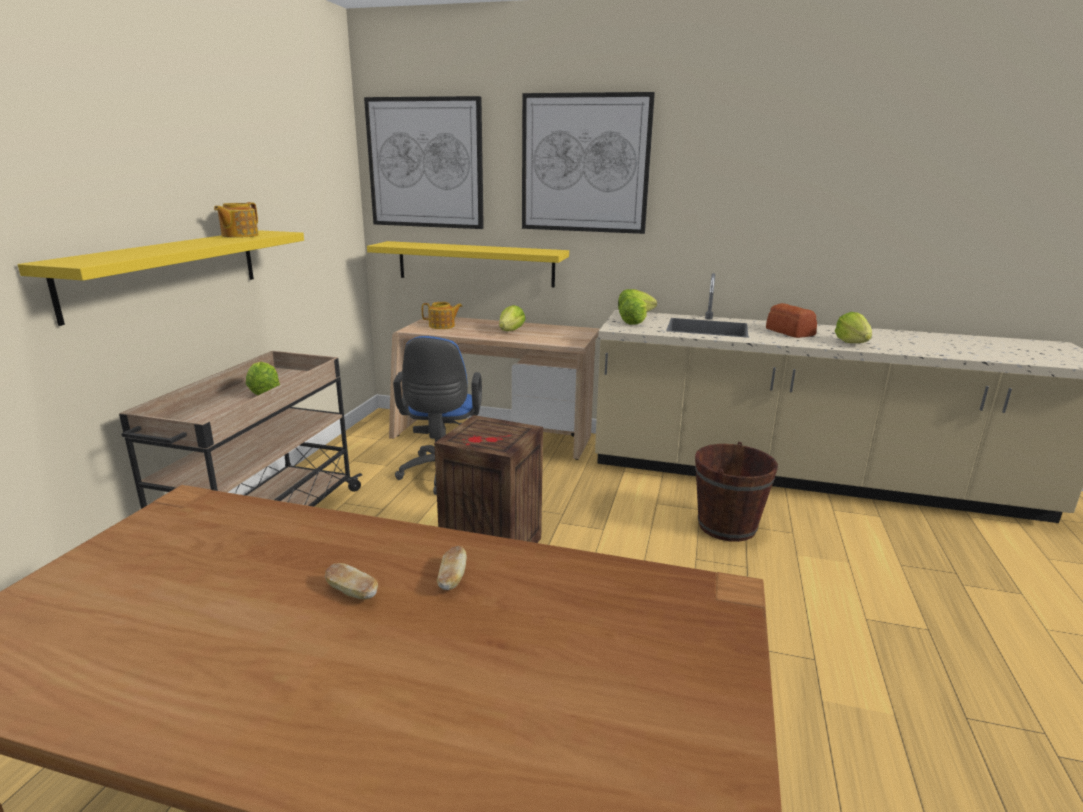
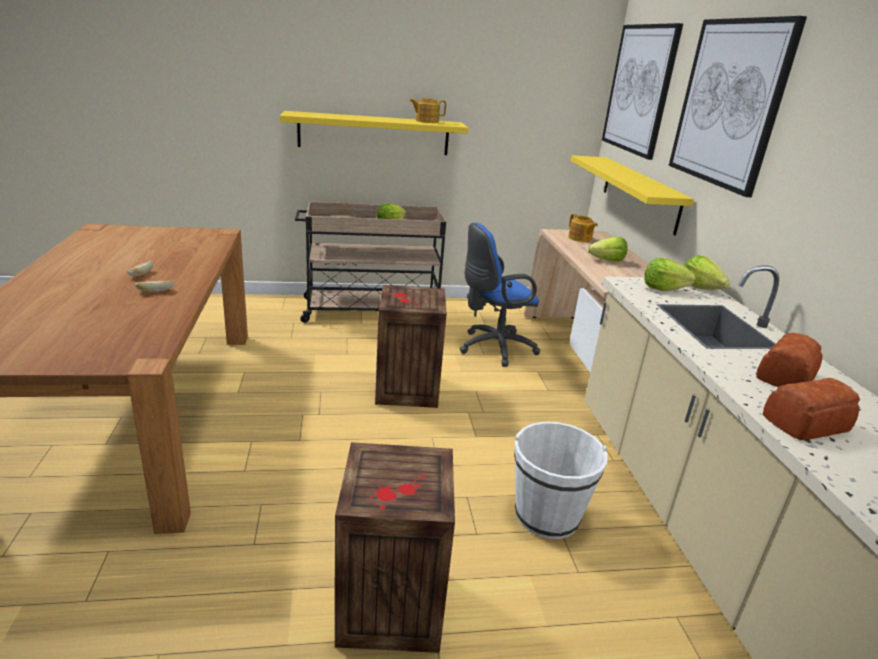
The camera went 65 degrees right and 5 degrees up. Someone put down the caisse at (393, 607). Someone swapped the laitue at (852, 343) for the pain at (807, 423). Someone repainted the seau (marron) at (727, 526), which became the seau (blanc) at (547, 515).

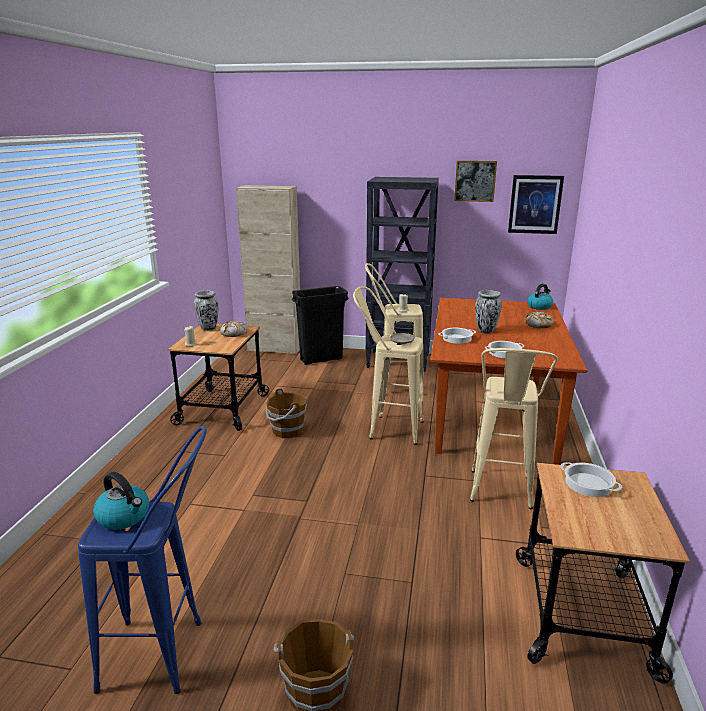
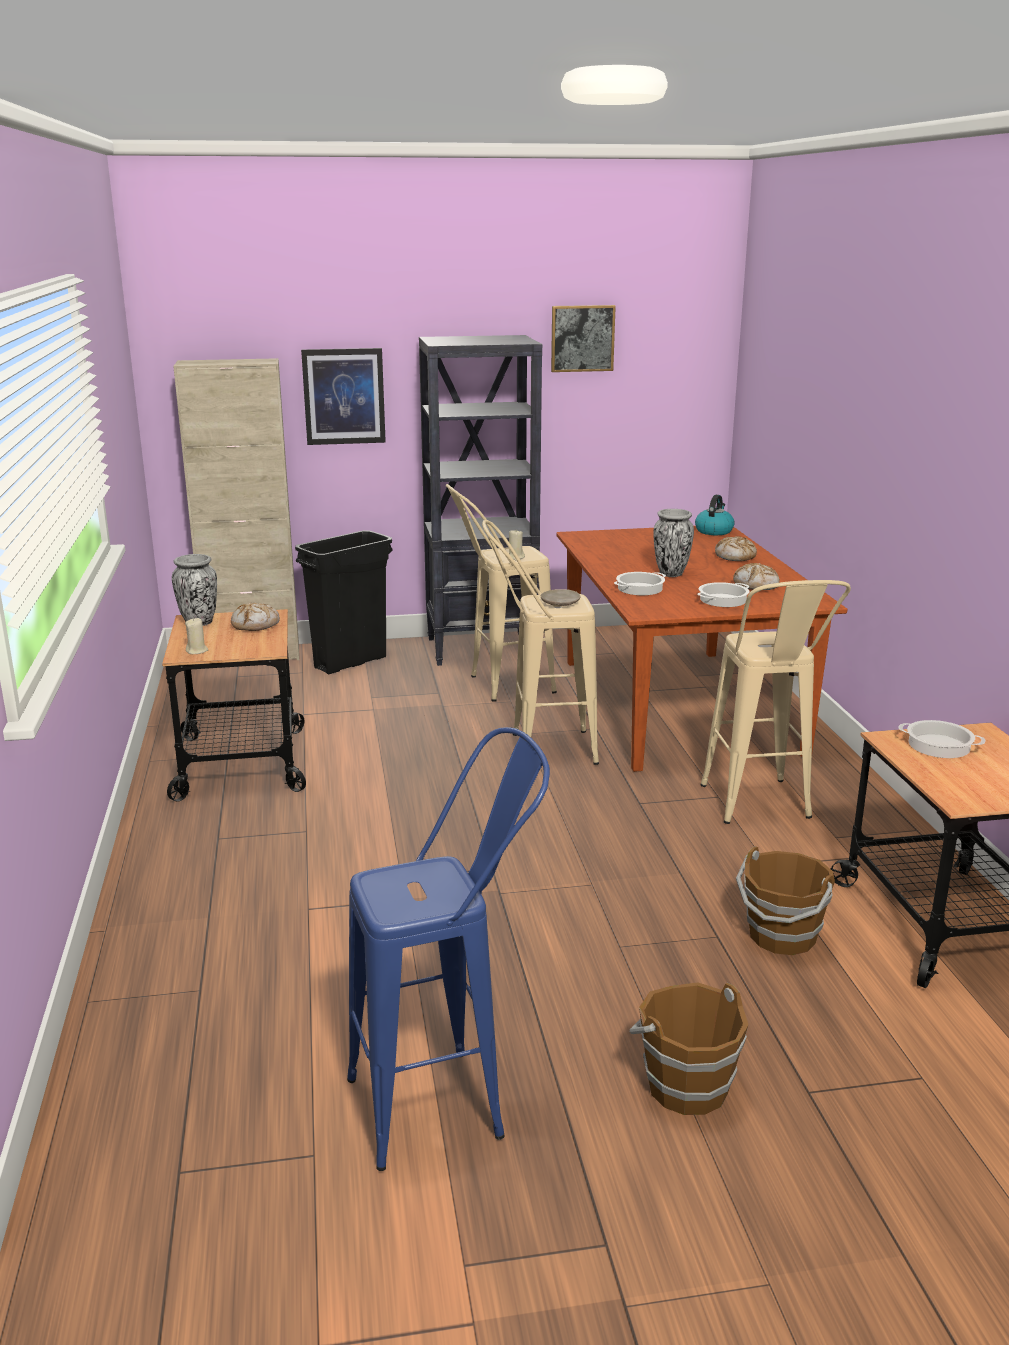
The camera went 20 degrees left and 0 degrees up. Someone took away the bouilloire at (124, 517). Someone put down the pain at (756, 585). Someone carried the seau (marron) from (287, 431) to (781, 937). Someone carried the tableau from (535, 204) to (344, 396).

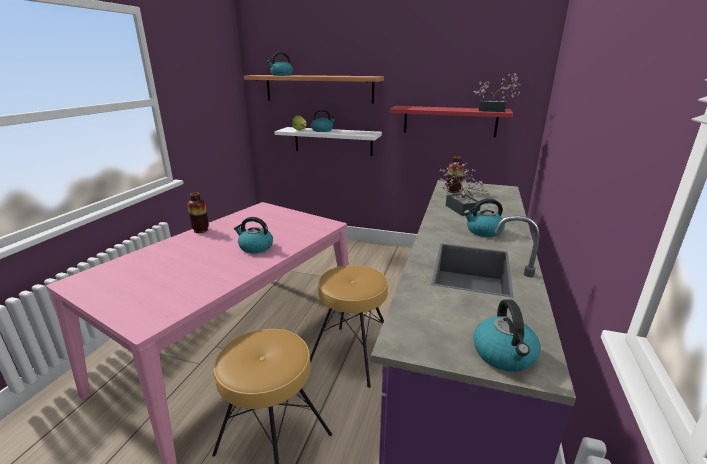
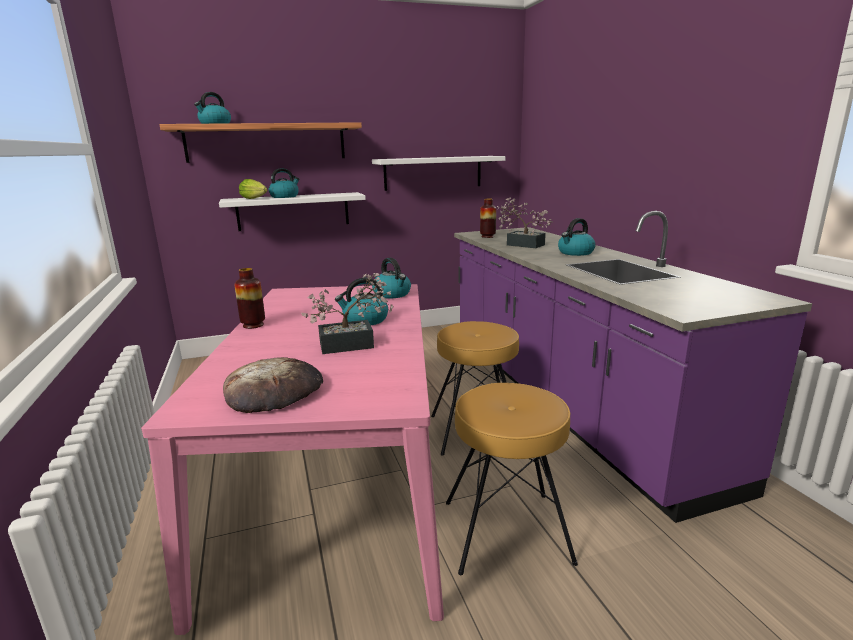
The camera went 35 degrees left and 5 degrees down. Someone put down the pain at (274, 391). Someone carried the bouilloire from (504, 355) to (392, 294). Someone carried the plante en pot from (495, 110) to (353, 344). Someone repainted the étagère (rouge) at (449, 121), which became the étagère (blanc) at (433, 173).

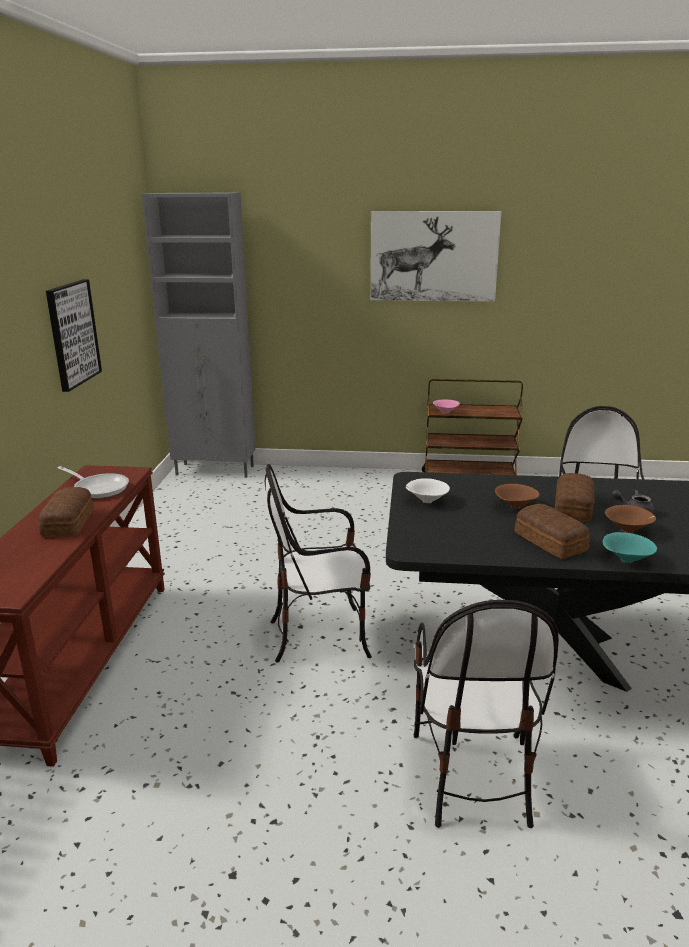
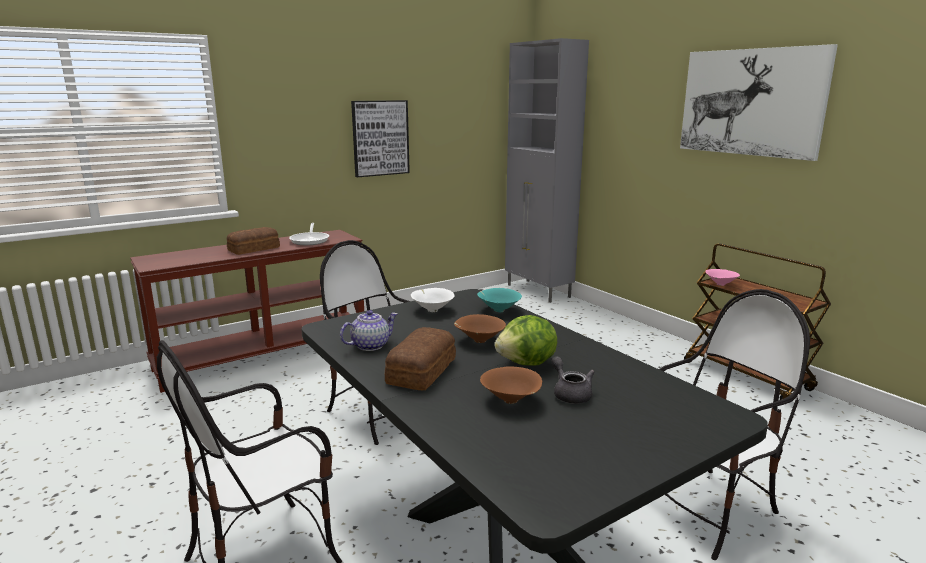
The camera went 50 degrees right and 5 degrees down. Someone put down the théière at (370, 345). Someone carried the bol (turquoise) from (625, 560) to (498, 310). Someone swapped the pain at (574, 507) for the laitue at (527, 363).

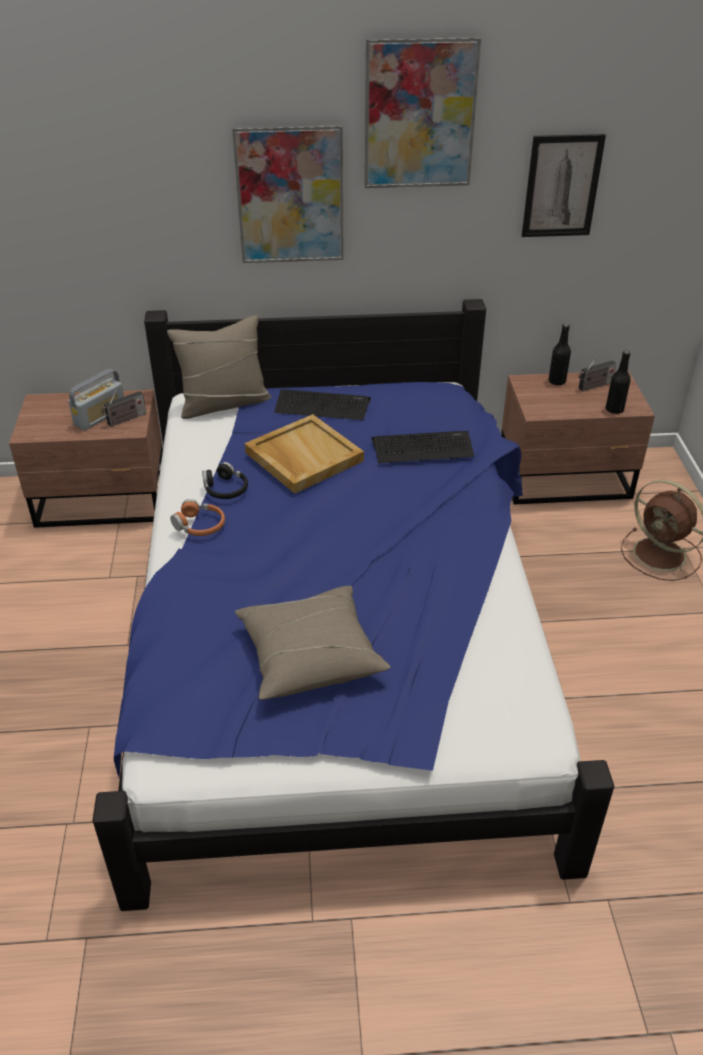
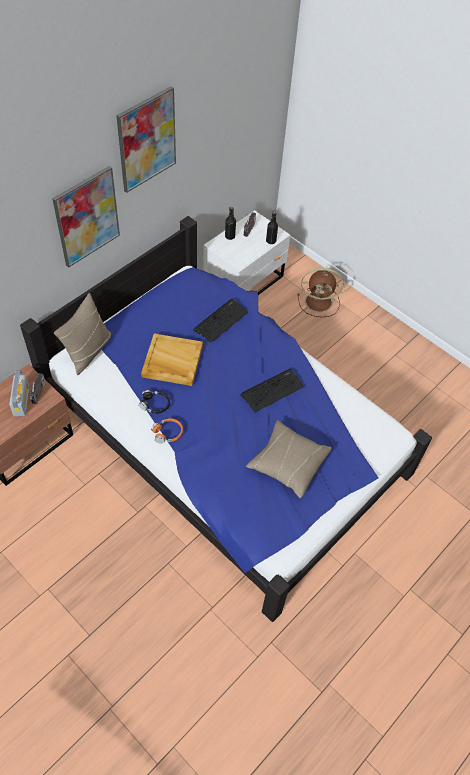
The camera went 45 degrees left and 15 degrees up. Someone took away the tableau at (562, 186). Someone carried the clavier from (322, 406) to (272, 390). Someone repainted the table de chevet (marron) at (566, 479), which became the table de chevet (blanc) at (245, 282).

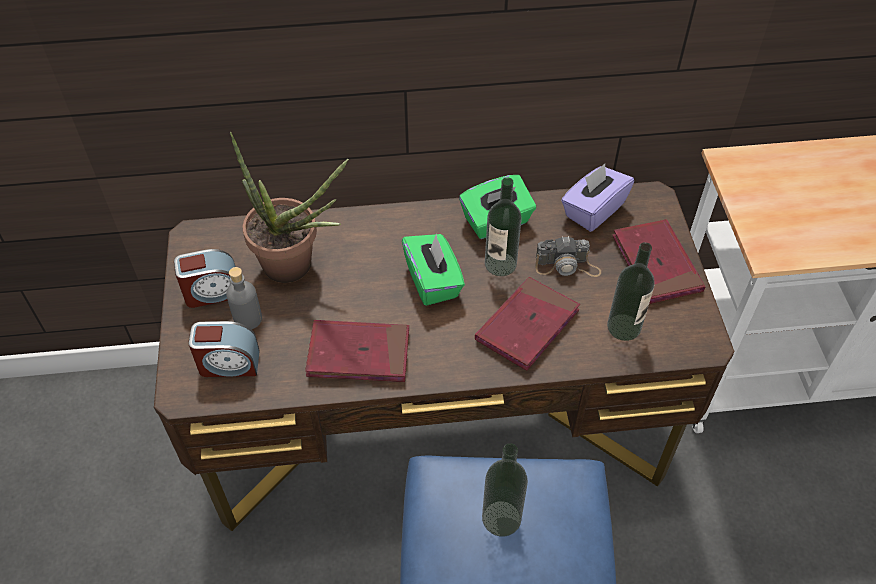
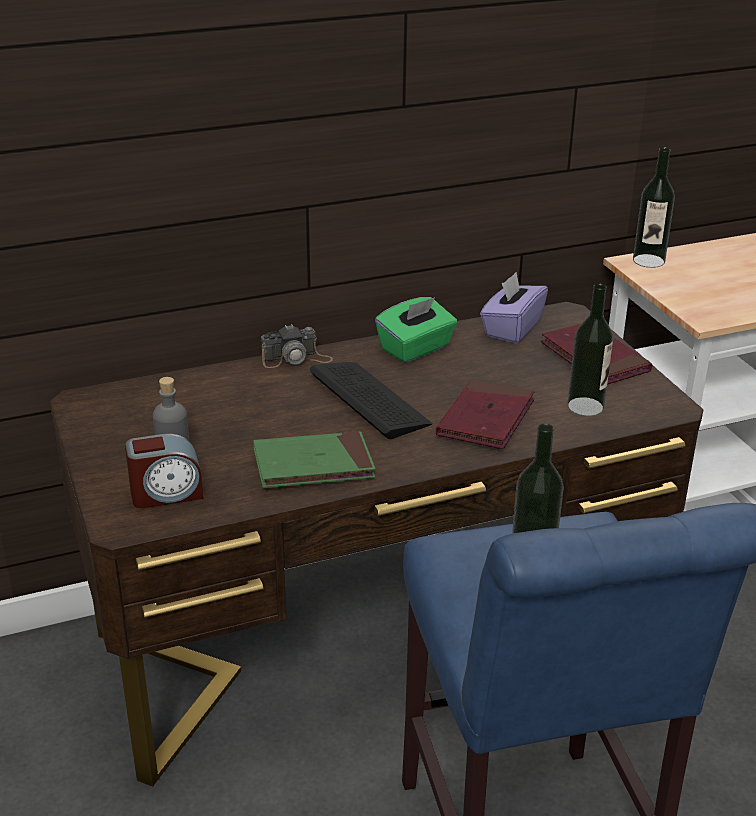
The camera went 15 degrees left and 20 degrees down. Someone took away the réveil at (212, 292). Someone took away the plante en pot at (297, 268). Someone carried the bouteille from (500, 264) to (648, 261). Someone carried the appareil photo from (567, 266) to (296, 359). Someone swapped the boîte à mouchoirs (vert) at (433, 281) for the clavier at (369, 400). Someone repainted the livre (rouge) at (359, 354), which became the livre (vert) at (313, 465).

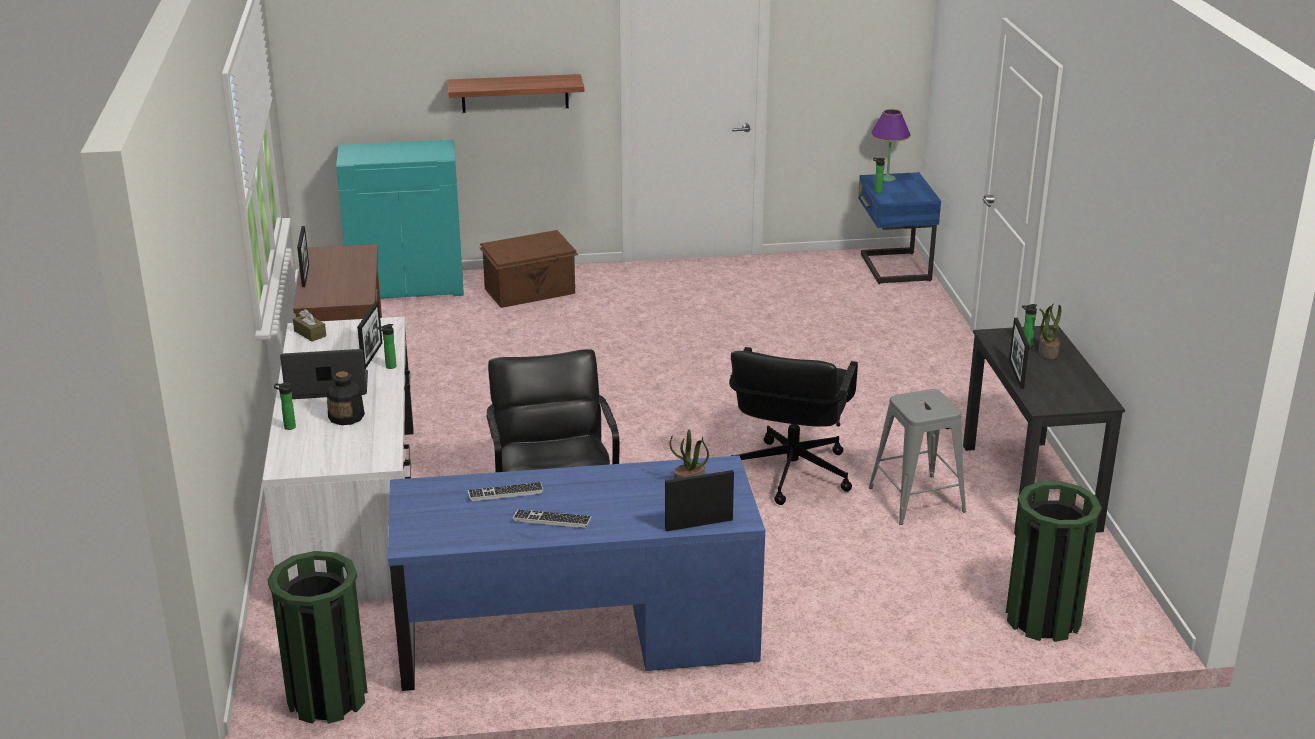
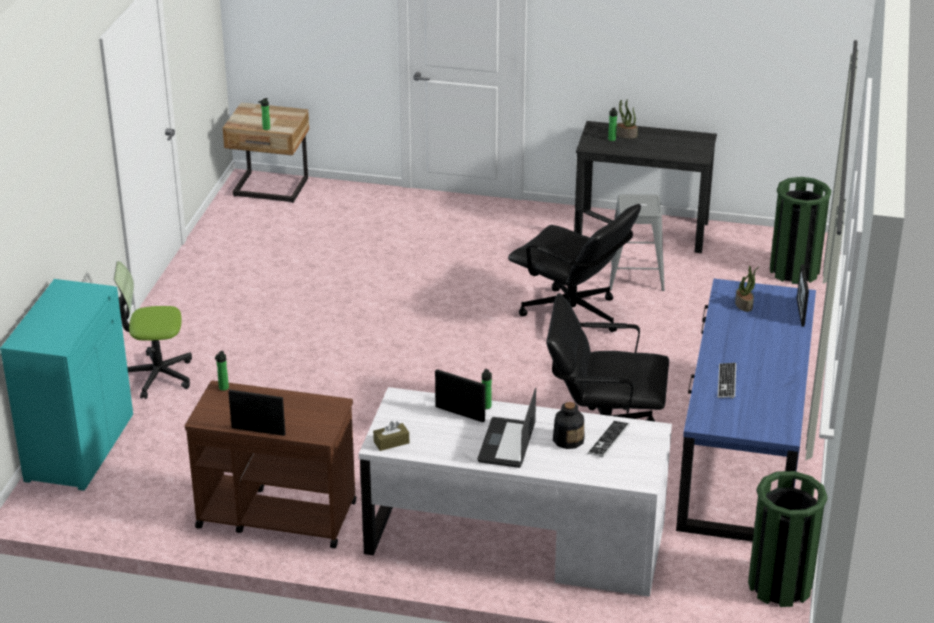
The camera went 70 degrees left and 5 degrees up. Someone took away the étagère at (515, 93). Someone took away the lampe de table (violet) at (887, 178). Someone took away the cadre photo at (1016, 374). Someone carried the bouteille from (288, 427) to (223, 389). Someone carried the clavier from (552, 520) to (608, 440). Someone swapped the boîte de rangement (marron) at (530, 291) for the chaise de bureau at (157, 375). Someone repainted the table de chevet (bleu) at (893, 269), which became the table de chevet (beige) at (270, 189).

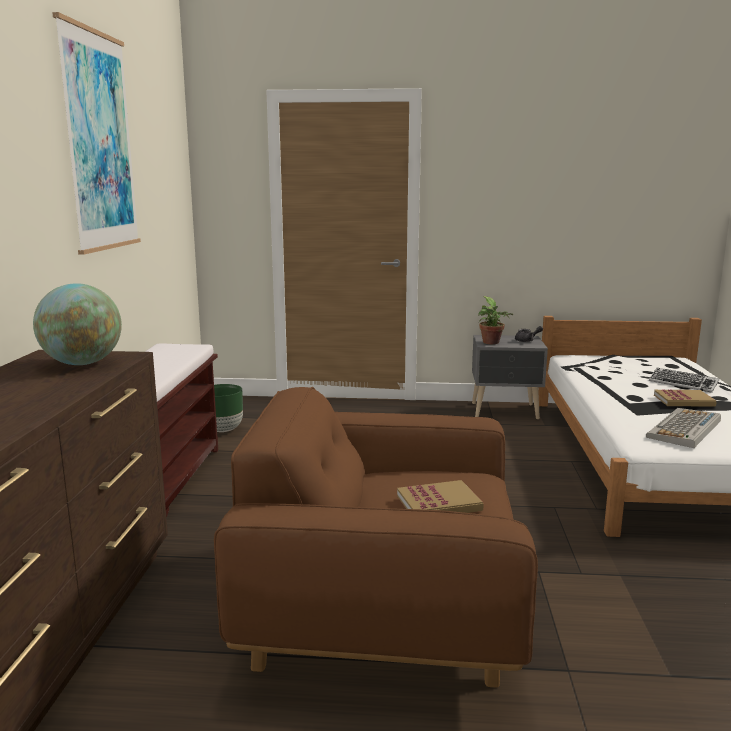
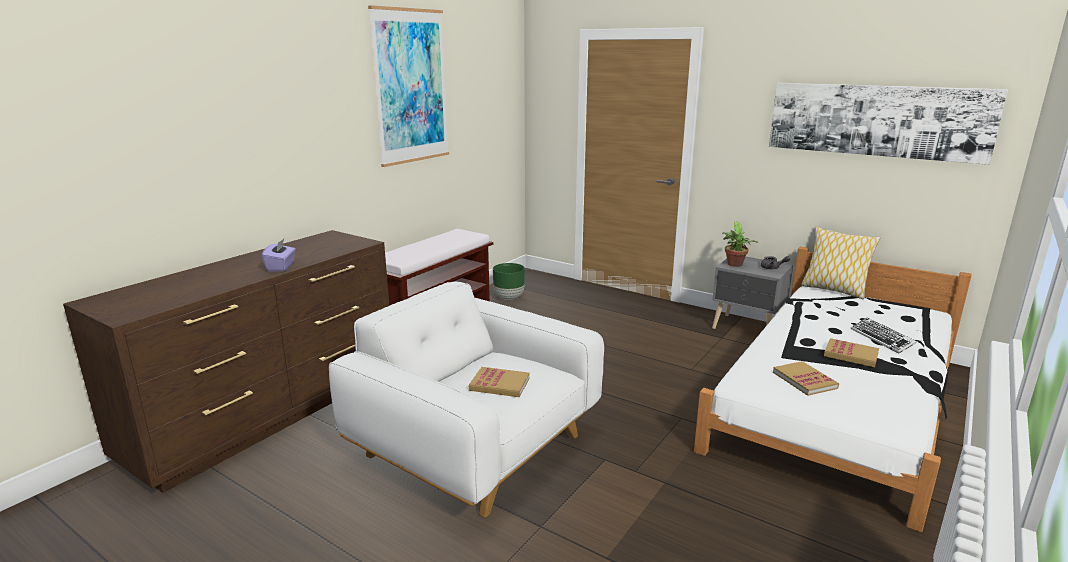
The camera went 30 degrees right and 5 degrees up. Someone took away the globe at (82, 363). Someone put down the boîte à mouchoirs (violet) at (281, 267). Someone put up the tableau at (876, 120). Someone put down the coussin at (833, 290). Someone swapped the clavier at (685, 429) for the livre at (804, 380). Someone repainted the fauteuil (marron) at (383, 606), which became the fauteuil (blanc) at (475, 446).

